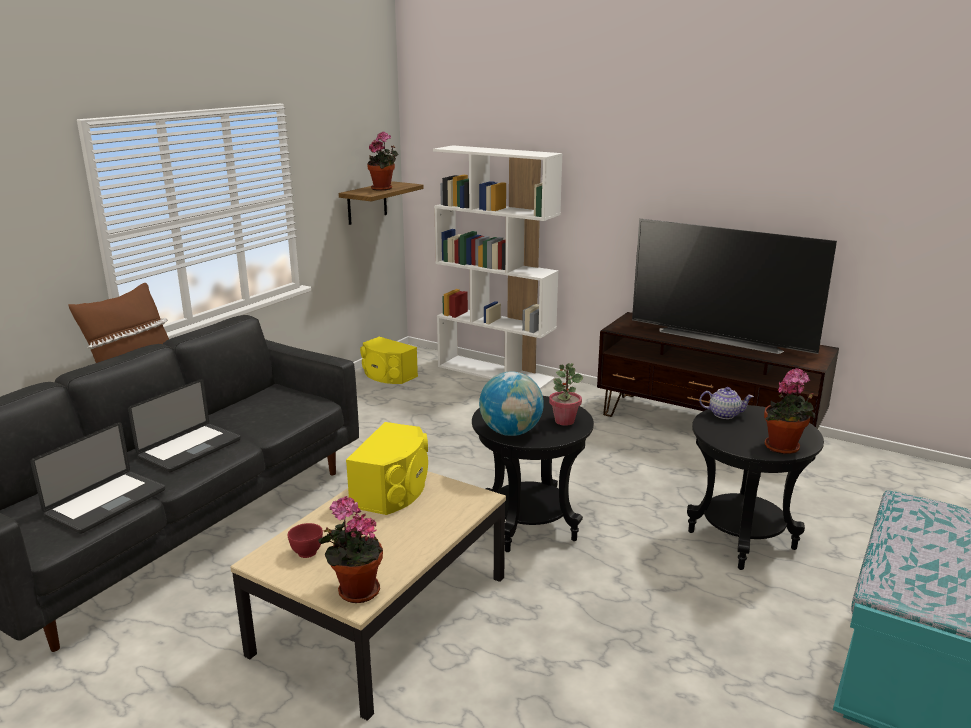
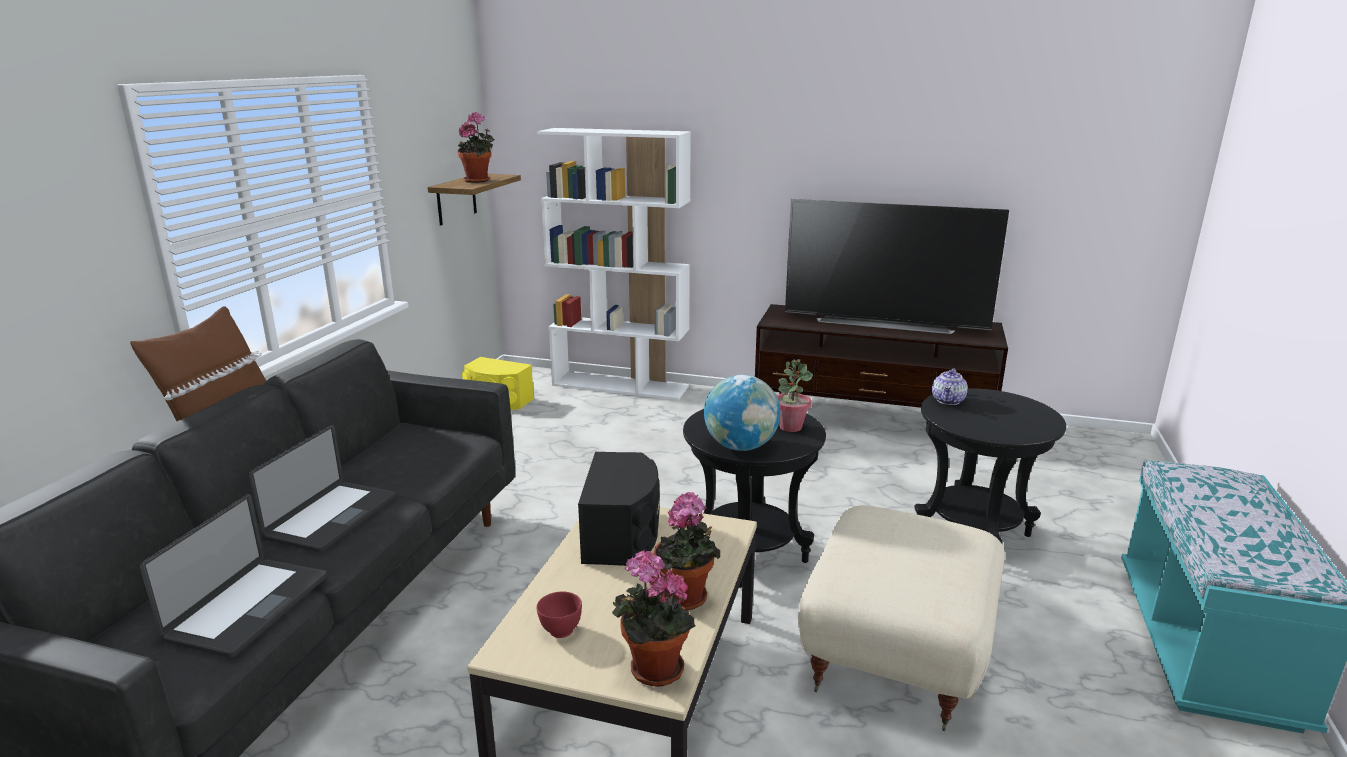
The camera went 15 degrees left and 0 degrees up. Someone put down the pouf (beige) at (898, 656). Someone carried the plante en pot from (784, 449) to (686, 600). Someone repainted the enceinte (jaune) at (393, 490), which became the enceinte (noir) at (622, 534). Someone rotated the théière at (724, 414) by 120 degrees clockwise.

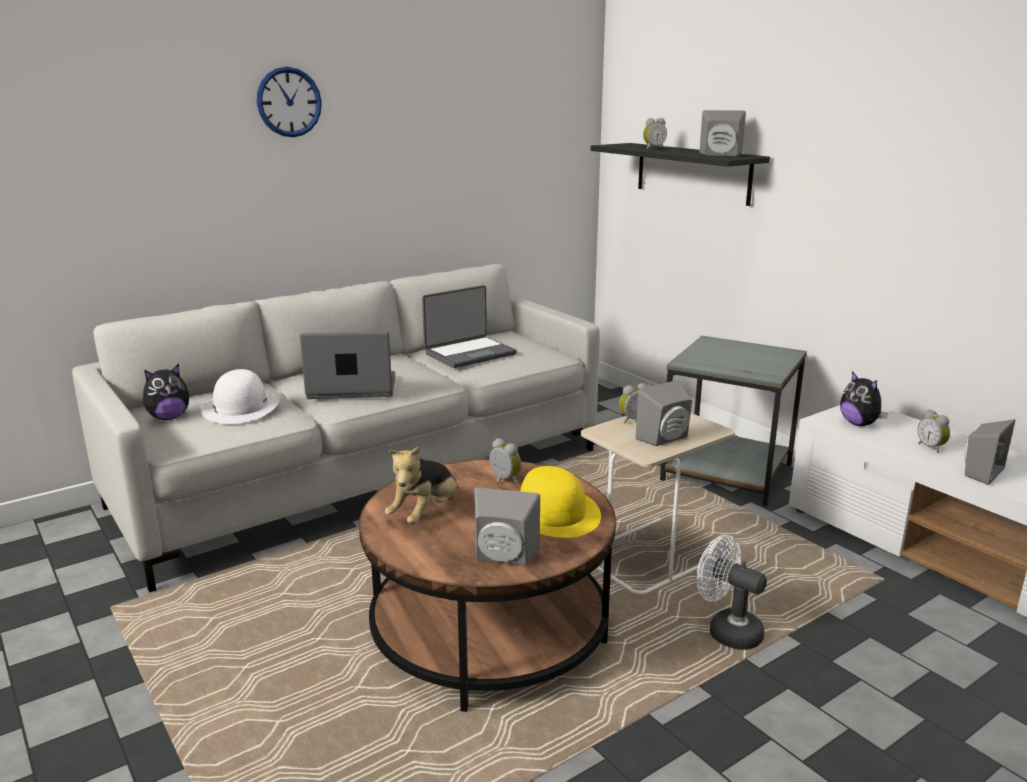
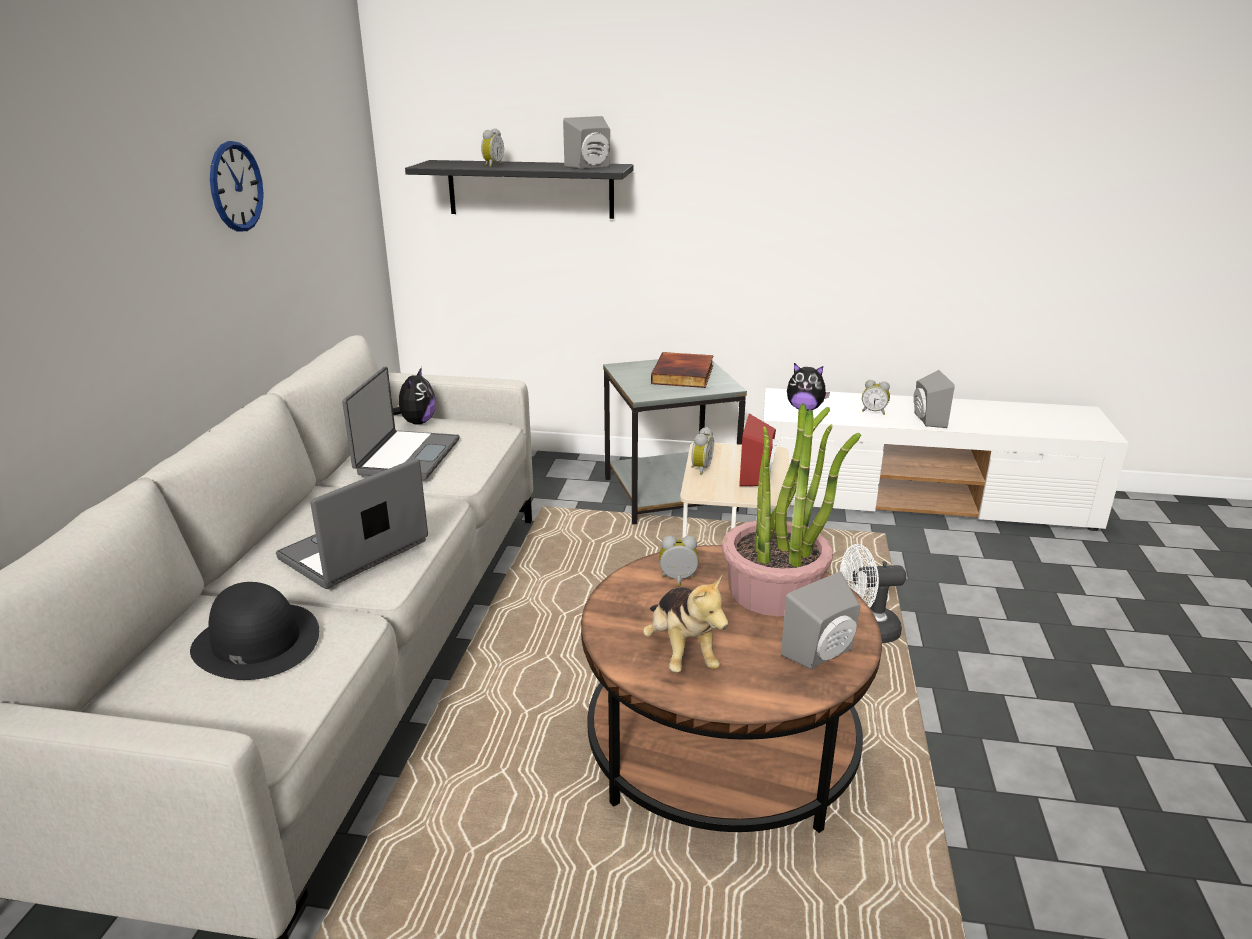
The camera went 45 degrees left and 5 degrees up. Someone put down the livre at (684, 374). Someone carried the peluche from (168, 417) to (416, 422). Someone carried the horloge murale from (289, 102) to (236, 186). Someone swapped the chapeau (jaune) at (552, 513) for the plante en pot at (775, 590). Someone repainted the chapeau (blanc) at (240, 408), which became the chapeau (noir) at (256, 641). Someone repainted the enceinte (gris) at (666, 439), which became the enceinte (rouge) at (758, 476).

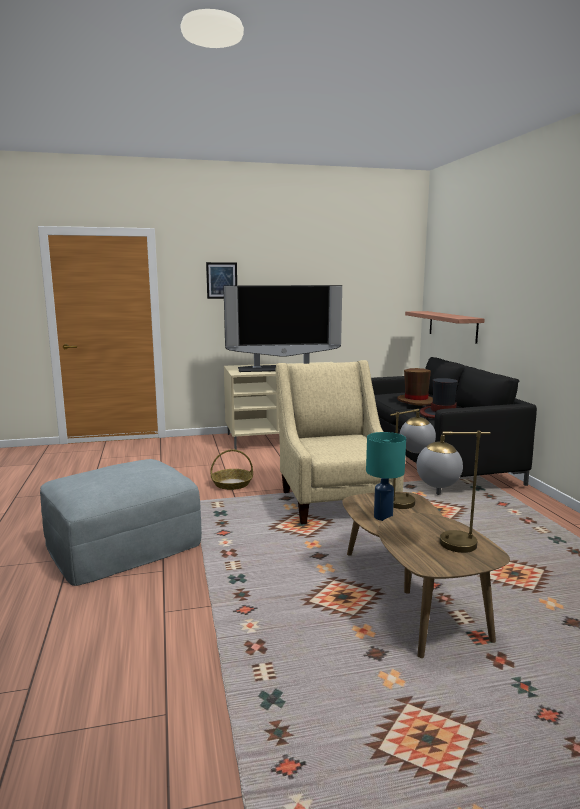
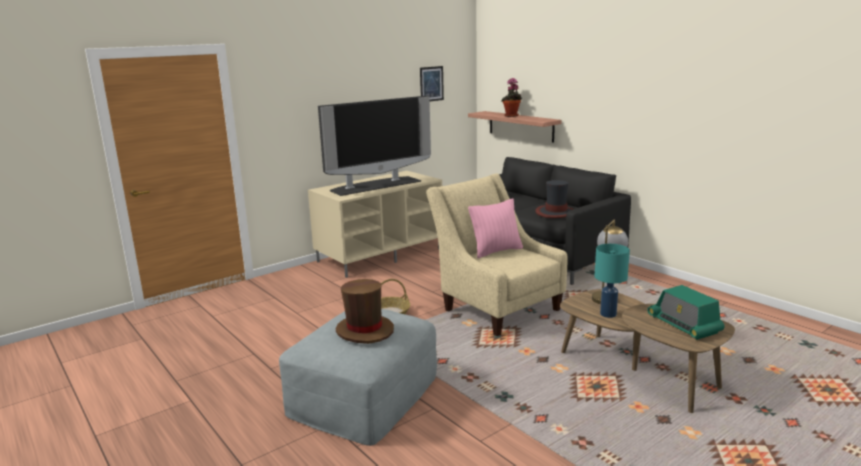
The camera went 25 degrees left and 5 degrees up. Someone put down the coussin (rose) at (496, 251). Someone put down the plante en pot at (511, 116). Someone carried the tableau from (222, 280) to (431, 84). Someone carried the chapeau (marron) from (416, 401) to (365, 330). Someone swapped the lampe de table at (444, 544) for the radio at (684, 325).

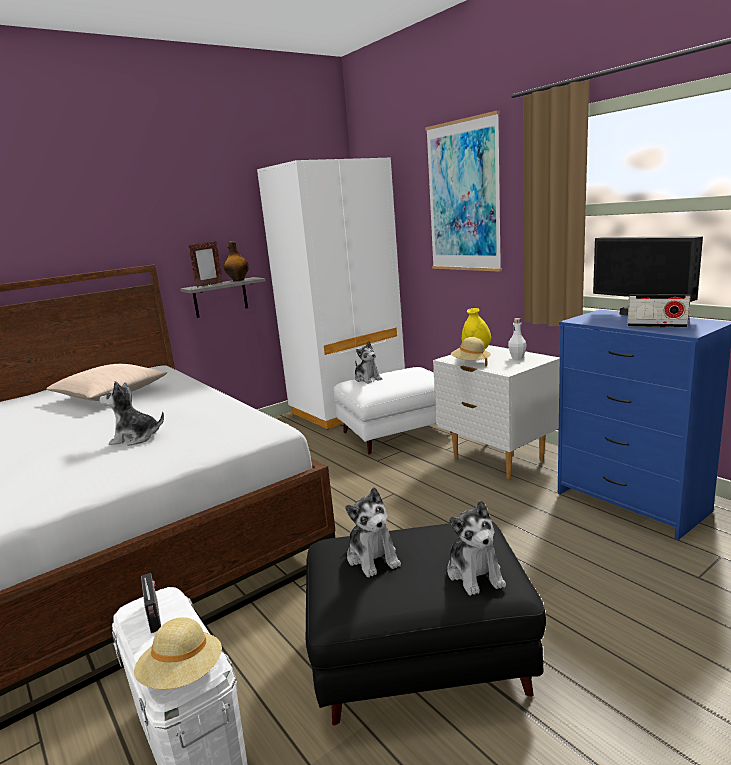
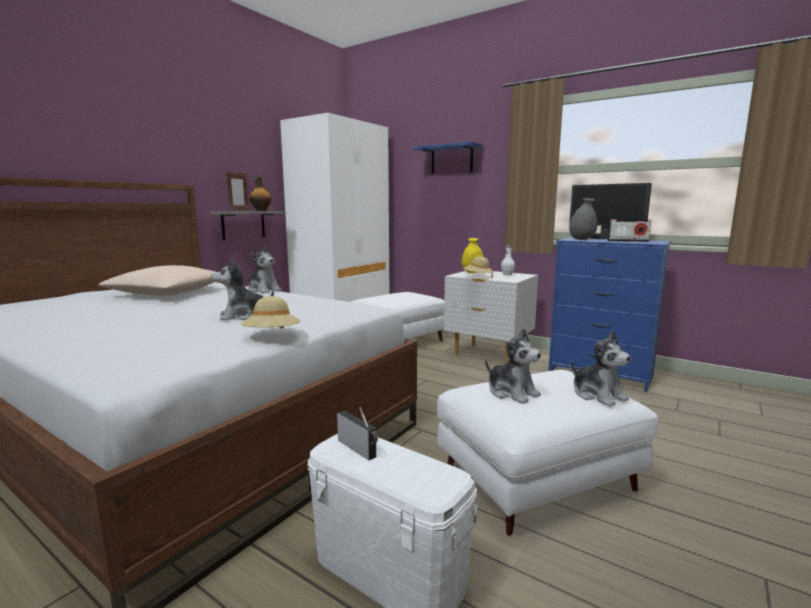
The camera went 20 degrees left and 5 degrees down. Someone put down the vase (gris) at (582, 239). Someone carried the chapeau (beige) from (183, 675) to (272, 336). Someone carried the peluche from (367, 379) to (263, 290). Someone swapped the tableau at (463, 197) for the étagère (bleu) at (452, 160). Someone repainted the pouf (noir) at (420, 657), which became the pouf (blanc) at (537, 479).

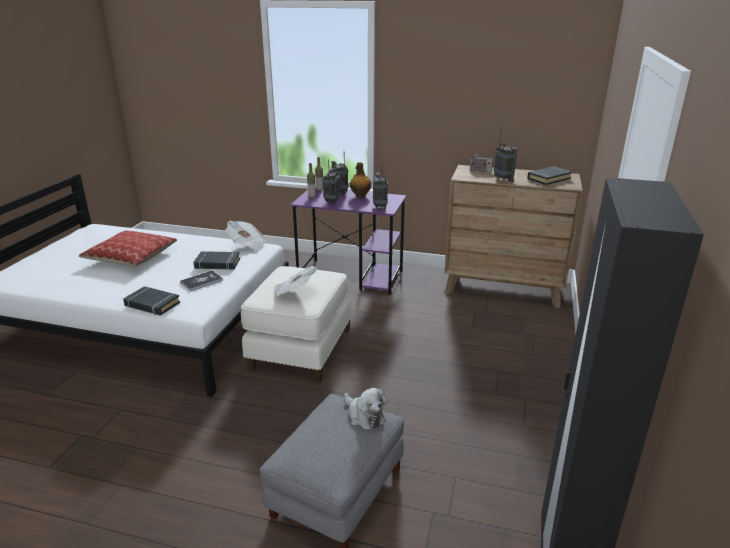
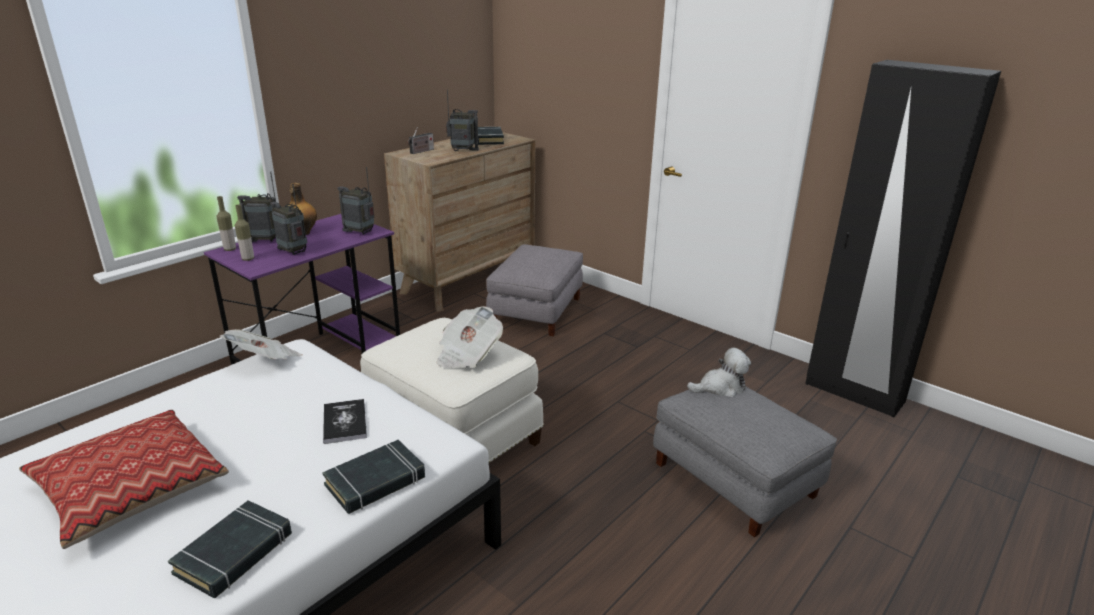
The camera went 65 degrees left and 0 degrees up. Someone put down the pouf (gris) at (535, 311). Someone carried the livre (noir) from (217, 264) to (235, 553).

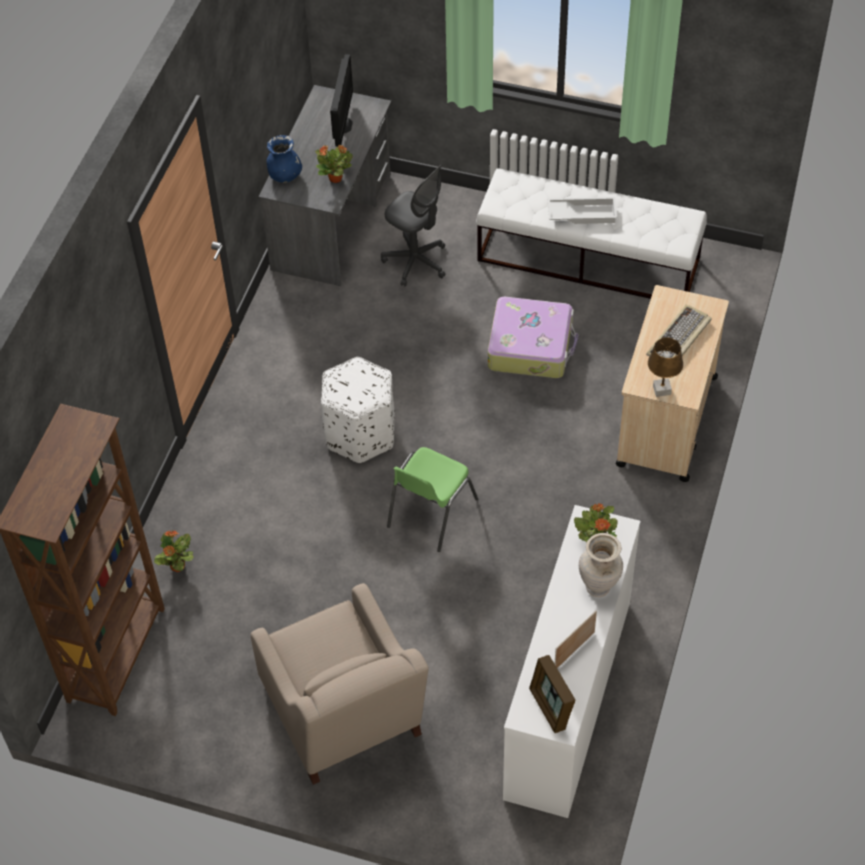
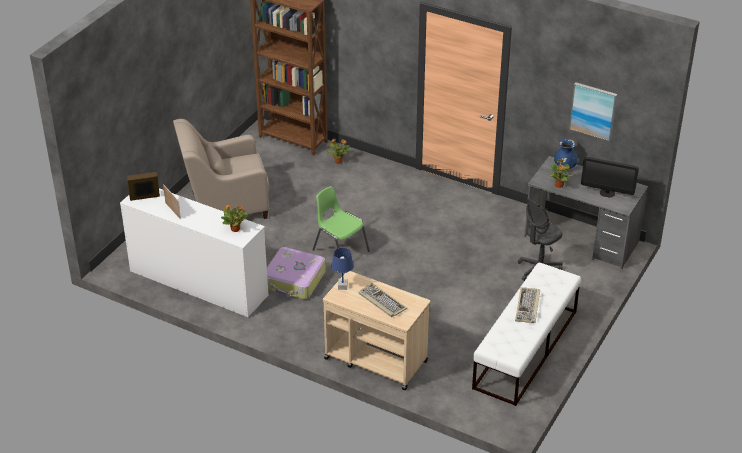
The camera went 100 degrees right and 15 degrees down. Someone took away the pouf (blanc) at (360, 433). Someone took away the vase (beige) at (598, 587). Someone put up the tableau at (593, 111). Someone carried the valise from (531, 346) to (294, 280). Someone swapped the plateau (blanc) at (582, 213) for the clavier at (528, 307). Someone repainted the lampe de table (marron) at (661, 390), which became the lampe de table (bleu) at (342, 286).

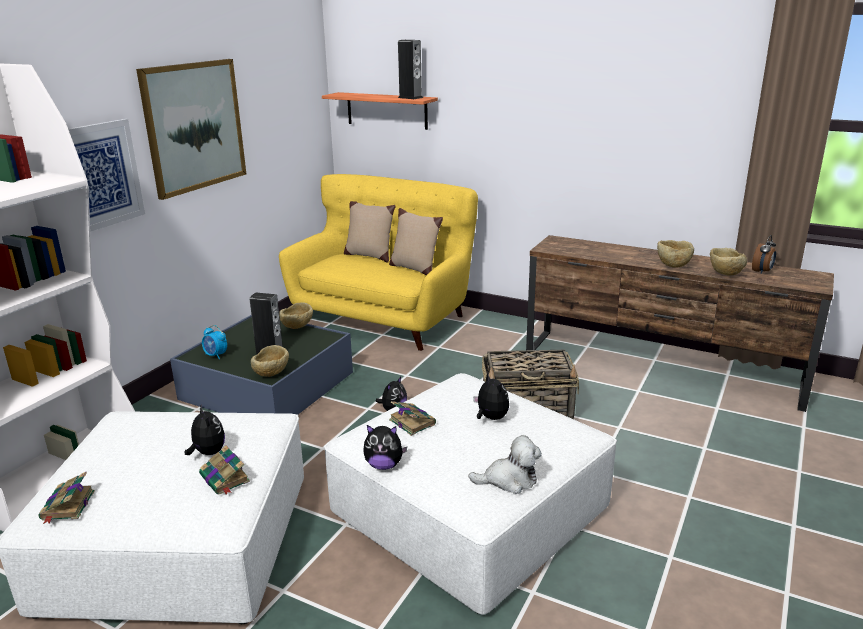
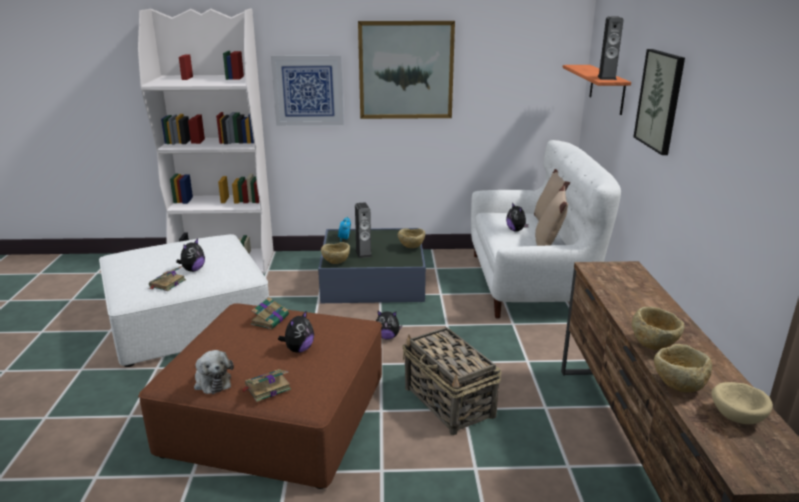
The camera went 60 degrees right and 0 degrees up. Someone put up the tableau at (660, 100). Someone carried the livre from (67, 506) to (267, 388). Someone carried the peluche from (384, 465) to (516, 230). Someone swapped the réveil at (762, 272) for the bol (beige) at (737, 416). Someone repainted the canapé (jaune) at (383, 317), which became the canapé (blanc) at (531, 283). Someone repainted the pouf (blanc) at (468, 511), which became the pouf (marron) at (276, 413).

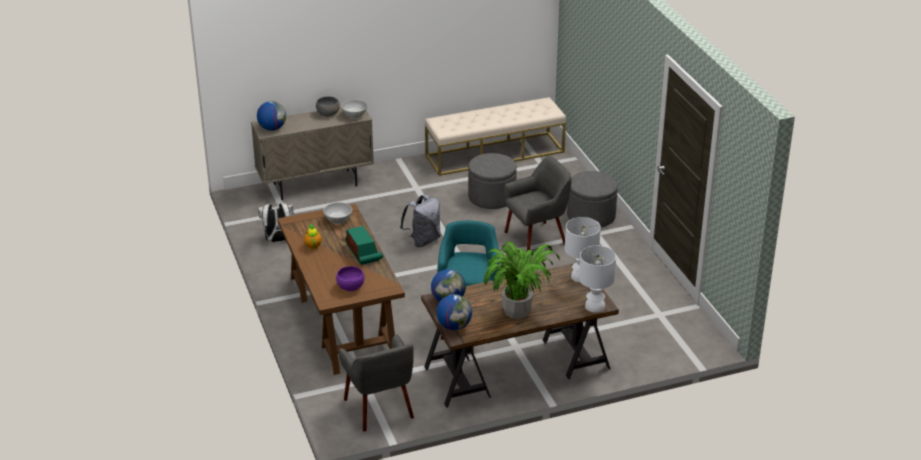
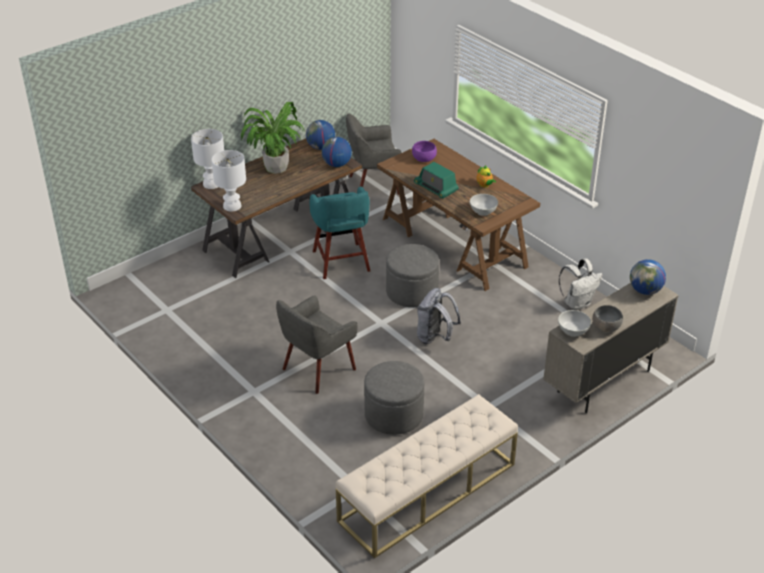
The camera went 160 degrees right and 5 degrees up. Someone carried the pouf (gris) from (591, 216) to (412, 292). Someone rotated the fauteuil (gris) at (379, 408) by 60 degrees counterclockwise.

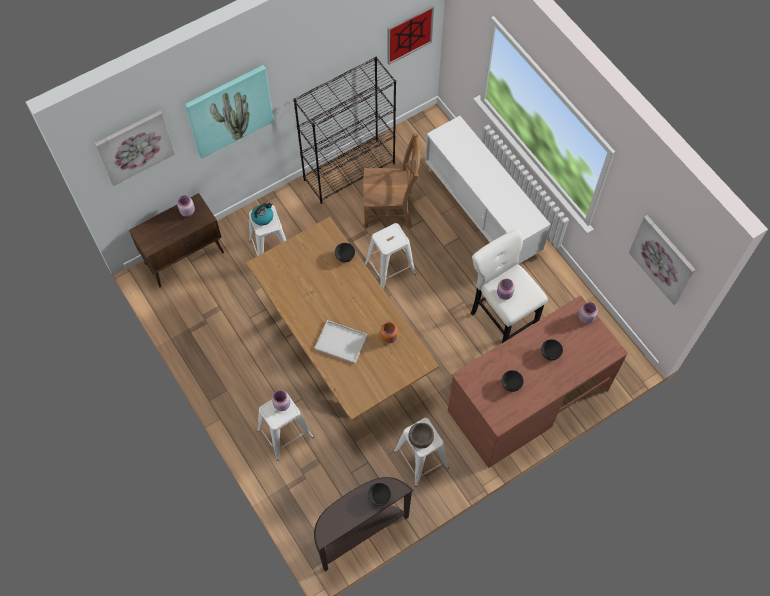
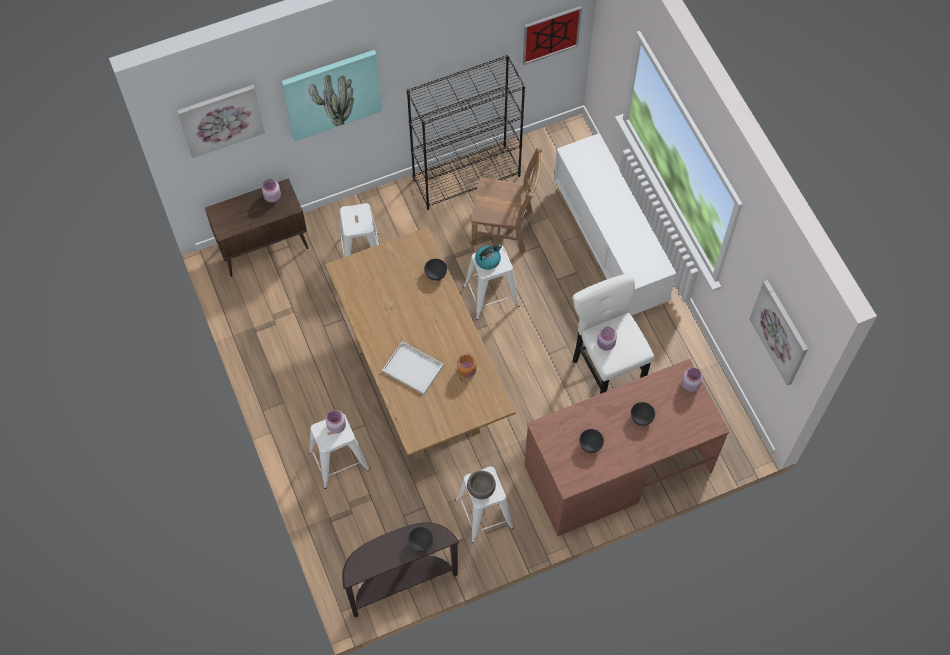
The camera went 10 degrees right and 0 degrees up. Someone carried the bouilloire from (263, 217) to (488, 260).

